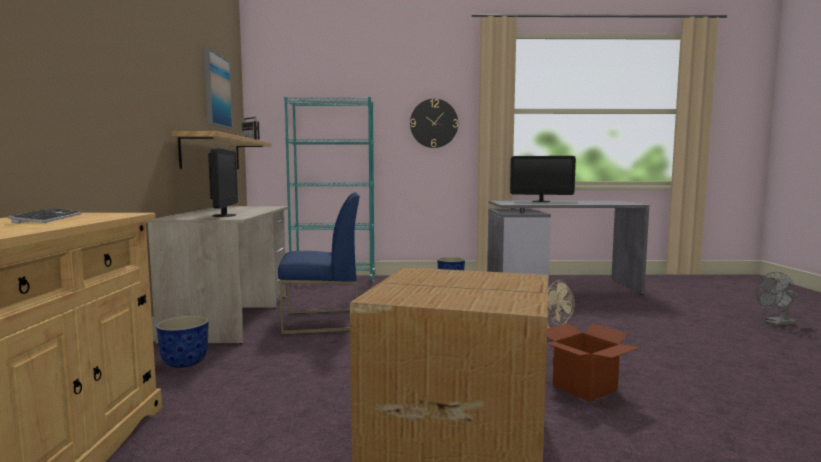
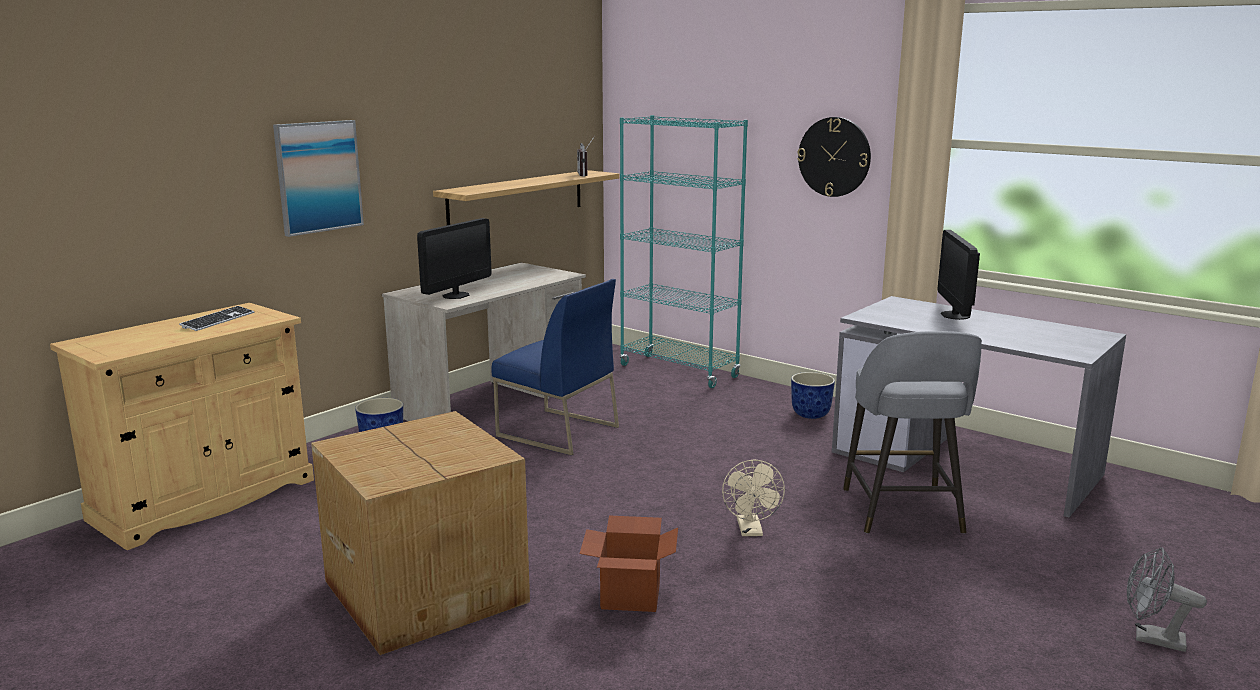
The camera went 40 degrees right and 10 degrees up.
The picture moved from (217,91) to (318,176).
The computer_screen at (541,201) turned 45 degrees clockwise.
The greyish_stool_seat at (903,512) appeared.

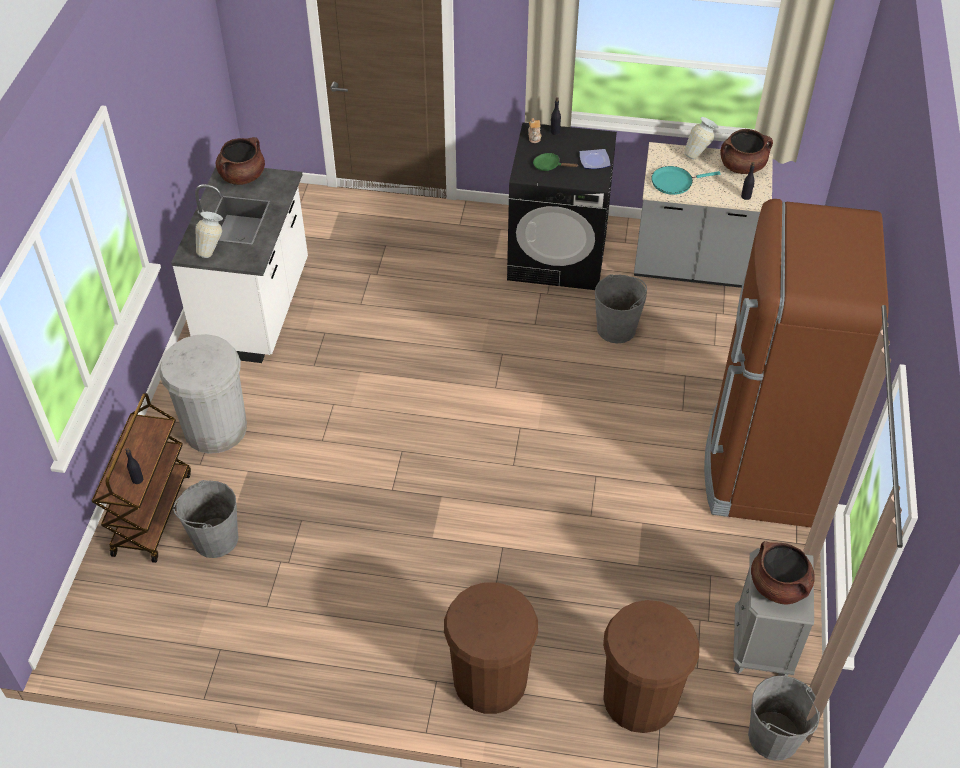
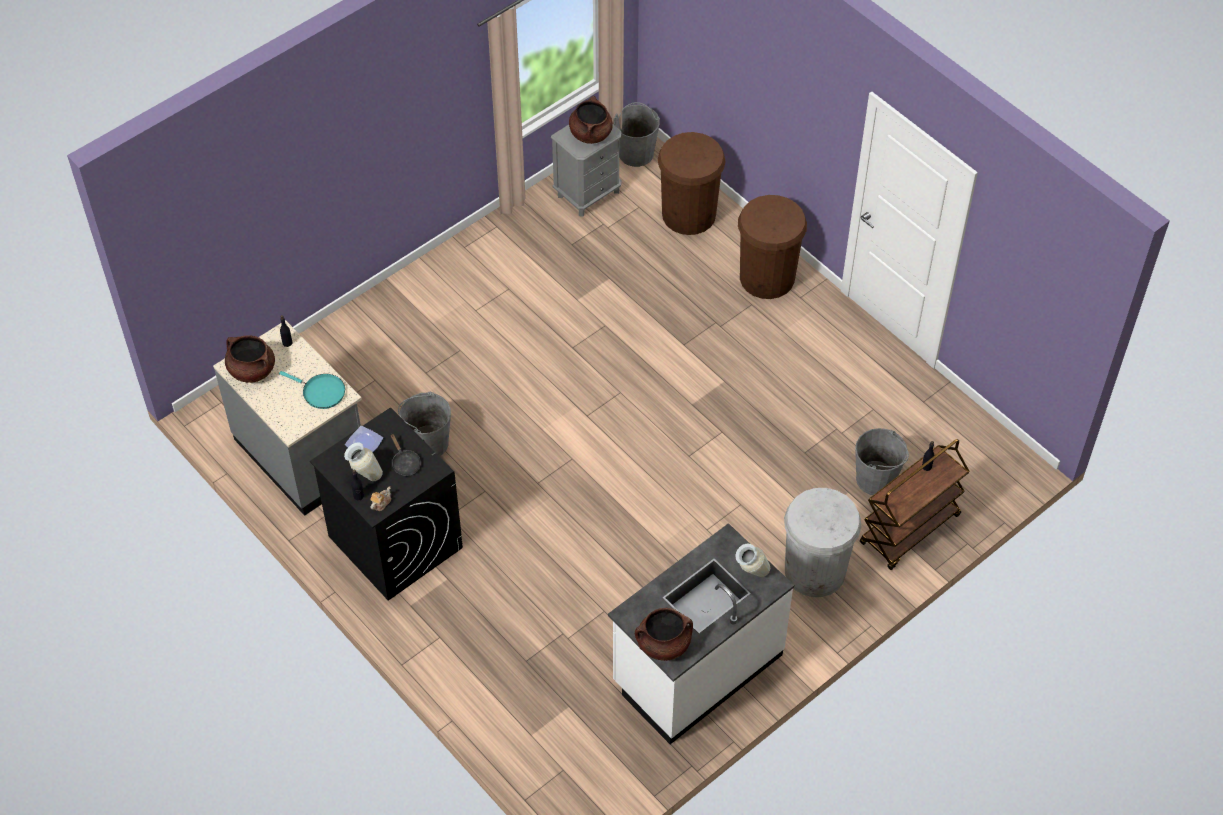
The camera went 140 degrees left and 5 degrees up.
The greenish_frying_pan at (549,166) became the black-coloured_frying_pan at (405,463).
The flower_vase moved from (699,154) to (365,475).
The brown-coloured_fridge at (760,467) disappeared.

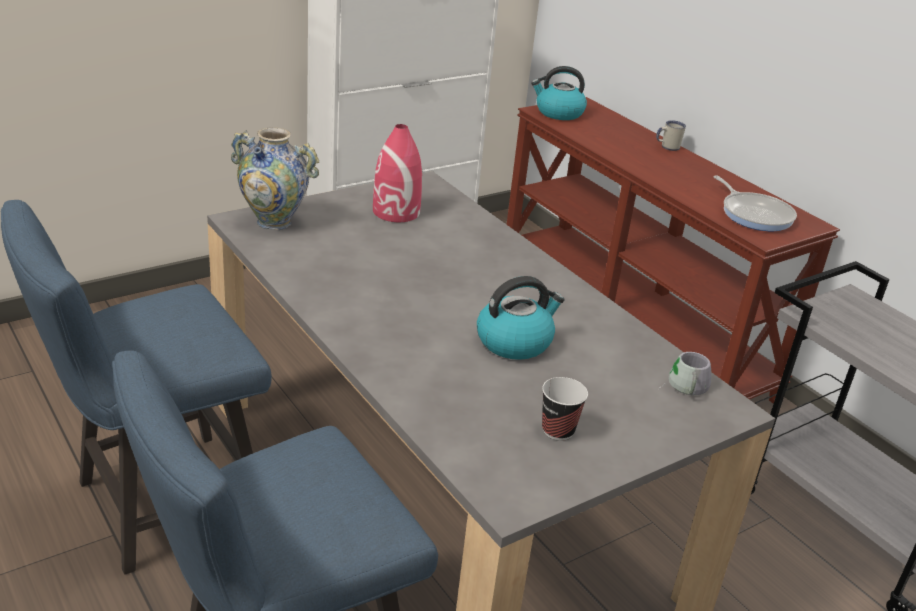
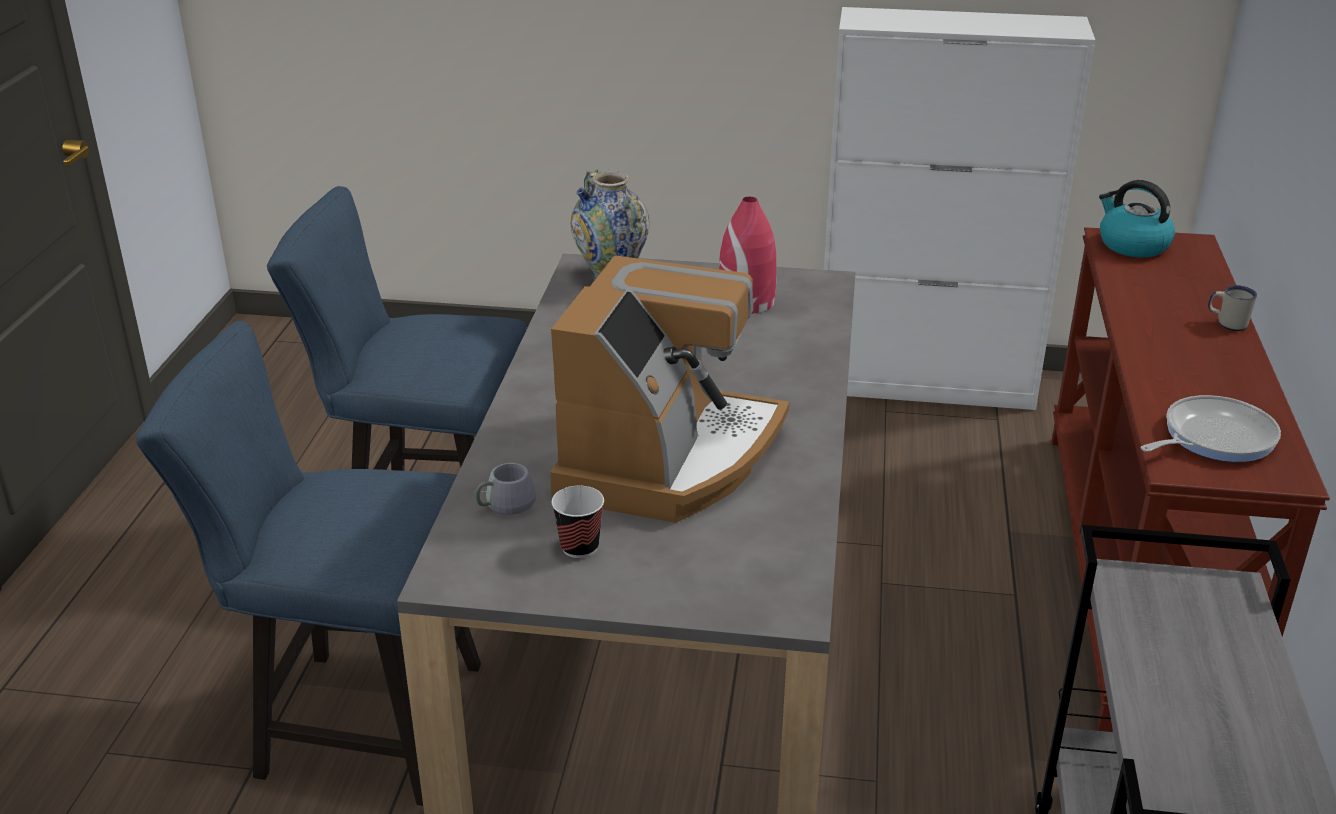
The camera went 45 degrees right and 0 degrees up.
The tea_kettle at (515,341) was replaced by the coffee_maker at (668,458).
The greyish_mug moved from (683,387) to (502,501).
The frying_pan at (754,214) turned 135 degrees counterclockwise.

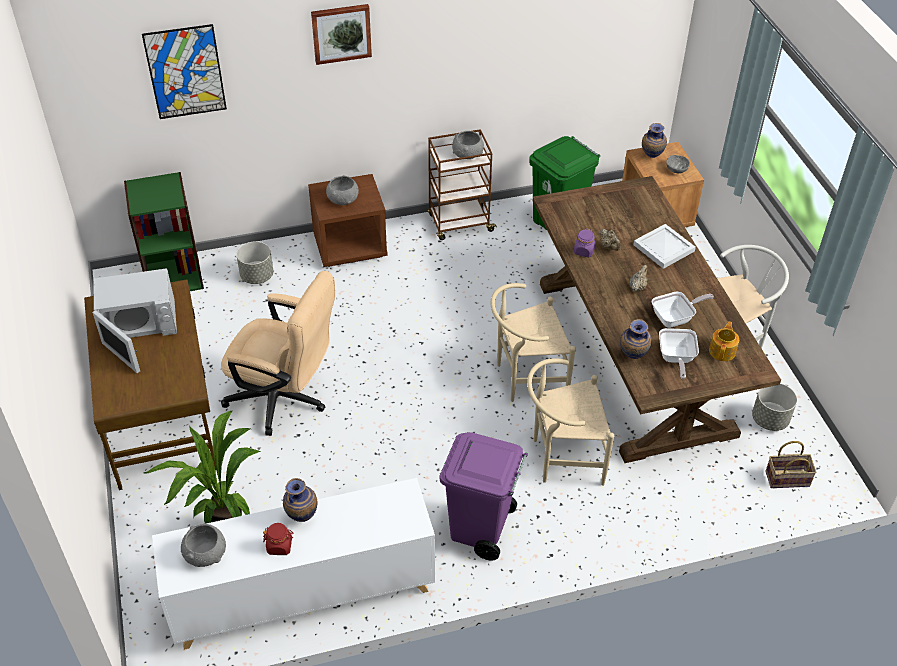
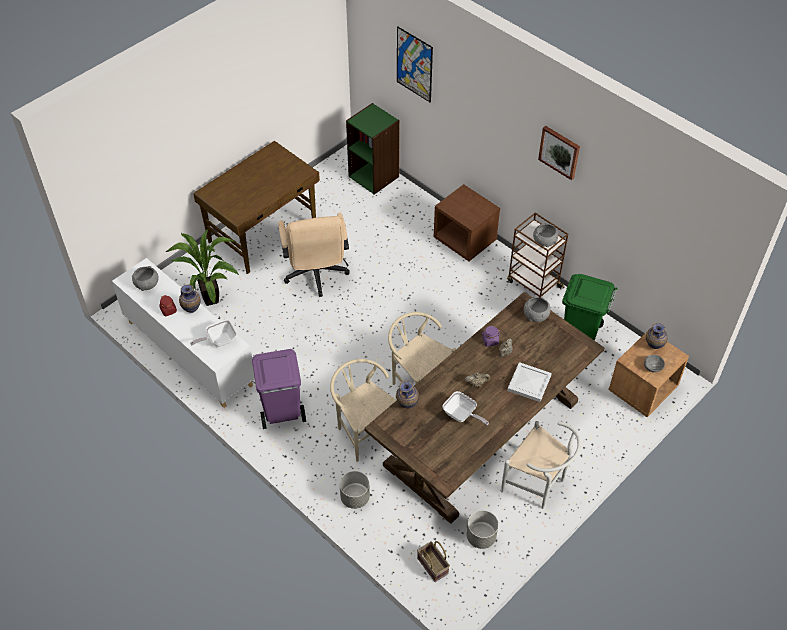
The camera went 60 degrees right and 5 degrees up.
The white_kitchen_microwave at (137,325) disappeared.
The greyish_planter moved from (257,276) to (354,497).
The picture moved from (341,33) to (559,152).
The greyish_serving_bowl moved from (343,199) to (536,315).
The frying_pan moved from (675,359) to (219,341).
The pot_for_tea at (722,351) disappeared.

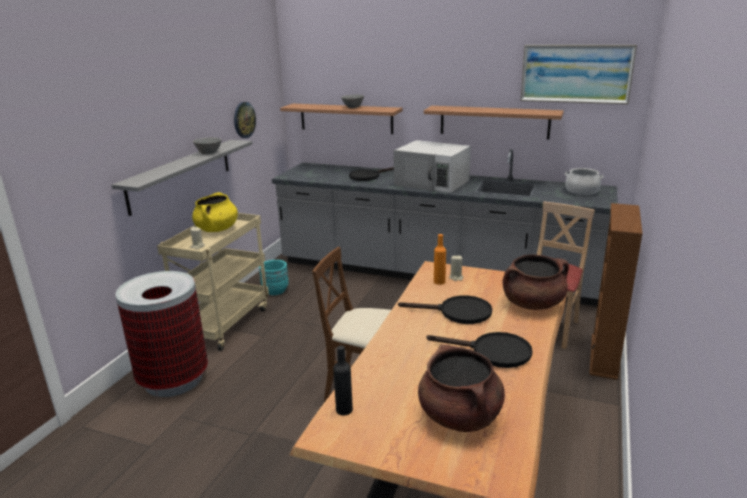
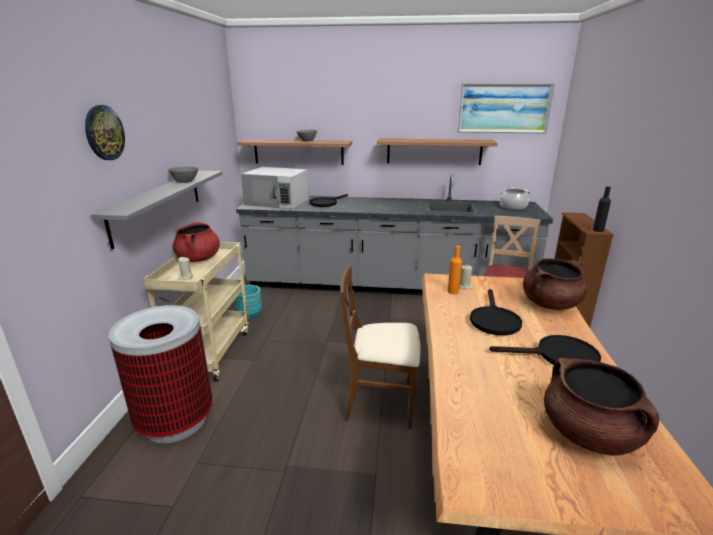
The camera went 15 degrees left and 0 degrees up.
The yellow_saucepot at (217,229) became the reddish_saucepot at (198,259).
The wall_clock moved from (244,120) to (104,133).
The black-coloured_drink_bottle moved from (344,409) to (598,230).
The white_kitchen_microwave moved from (432,182) to (278,201).
The black-coloured_frying_pan at (457,313) turned 105 degrees clockwise.

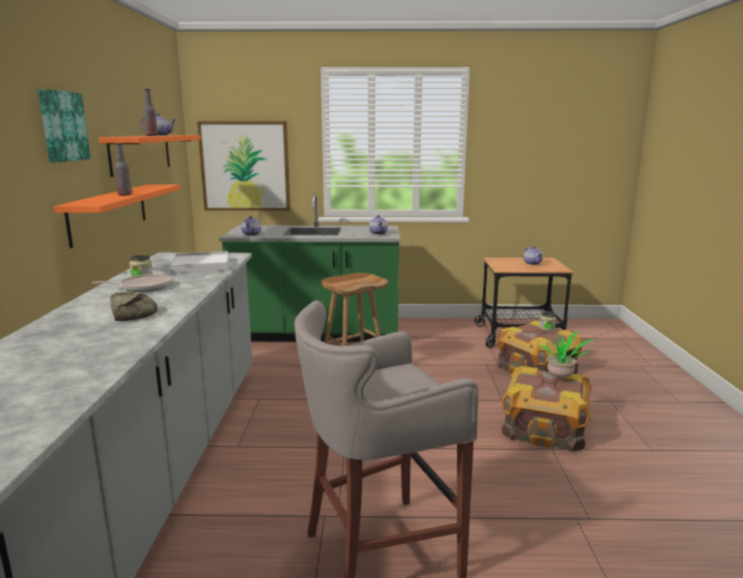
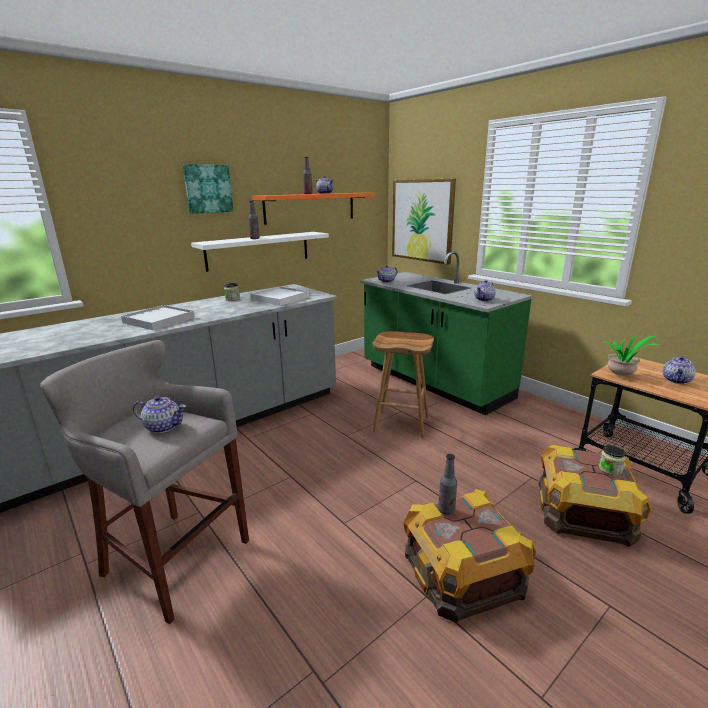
The camera went 50 degrees right and 5 degrees up.
The orangey_shelf at (109,213) became the white_shelf at (258,250).
The frying_pan at (142,287) disappeared.
The baked_bread at (132,313) was replaced by the white_carrying_tray at (159,320).
The plant_in_a_pot moved from (562,377) to (622,376).
The pot_for_tea at (163,427) appeared.
The drink_bottle at (446,510) appeared.

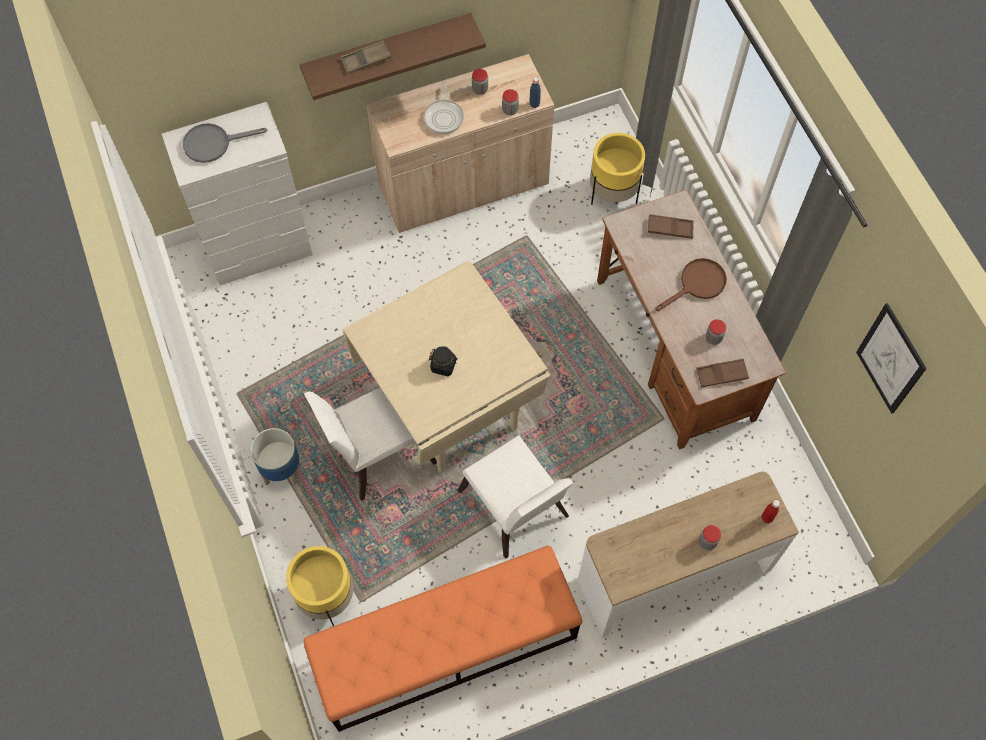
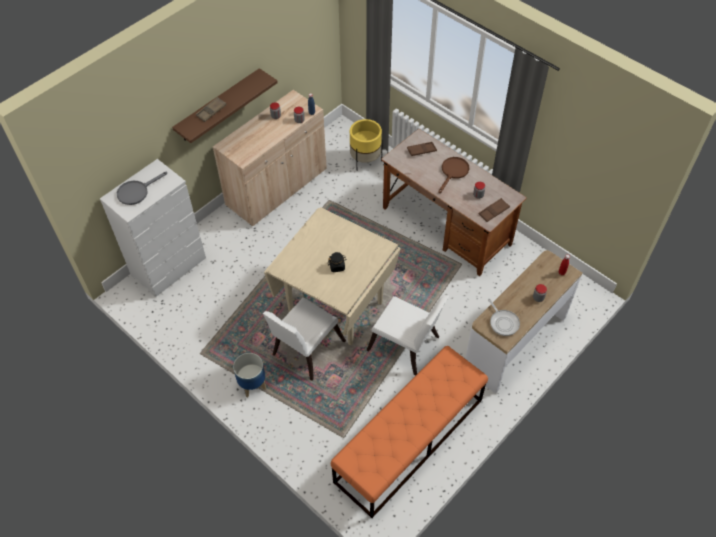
The camera went 25 degrees left and 10 degrees down.
The yellow_planter at (326,597) disappeared.
The frying_pan moved from (444,116) to (503,322).
The picture at (890,359) disappeared.

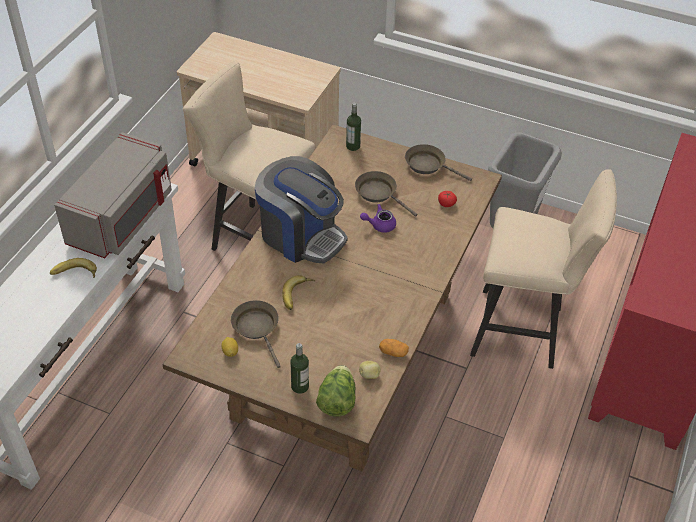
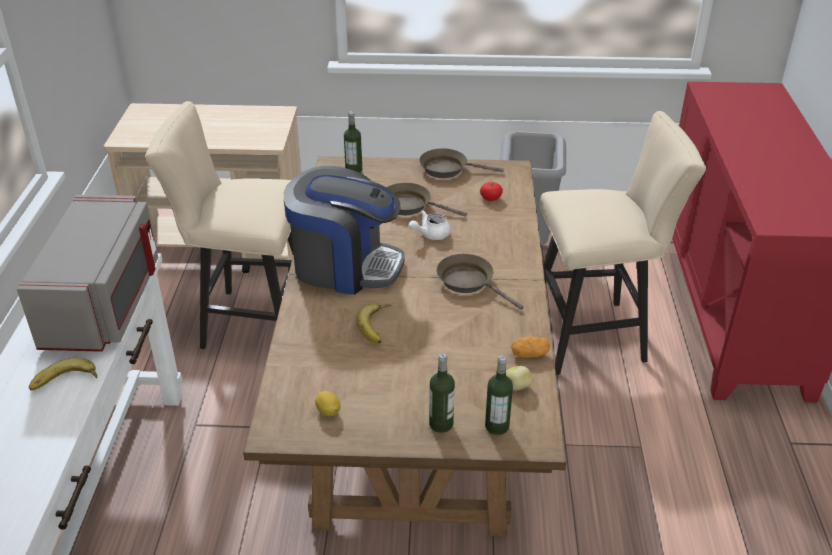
The camera went 20 degrees left and 10 degrees down.
The brown-coloured_frying_pan moved from (257,328) to (469,282).
The head_of_lettuce at (337,401) was replaced by the drink_bottle at (497,426).
The purple-coloured_pot_for_tea at (379,225) became the white_pot_for_tea at (430,234).

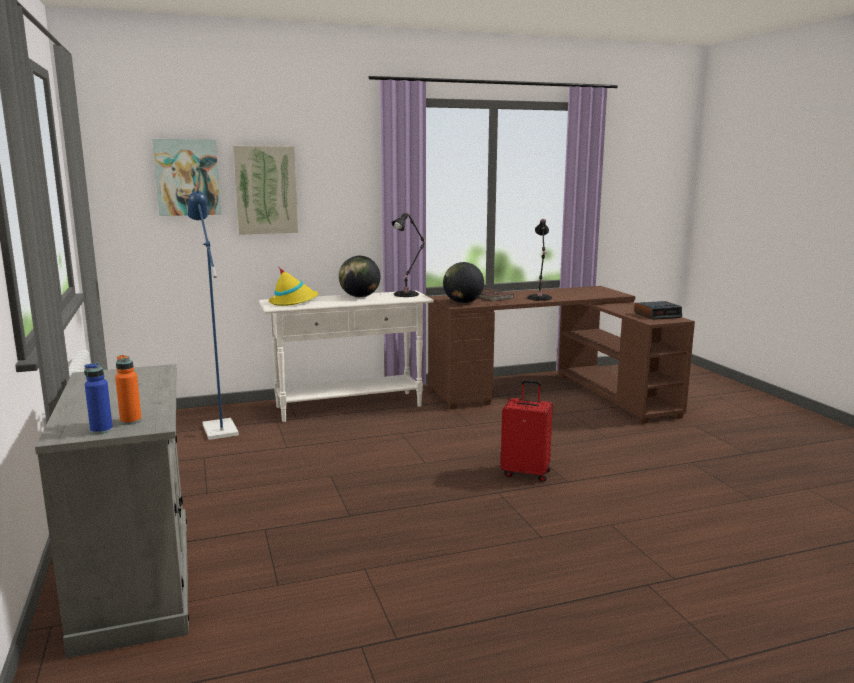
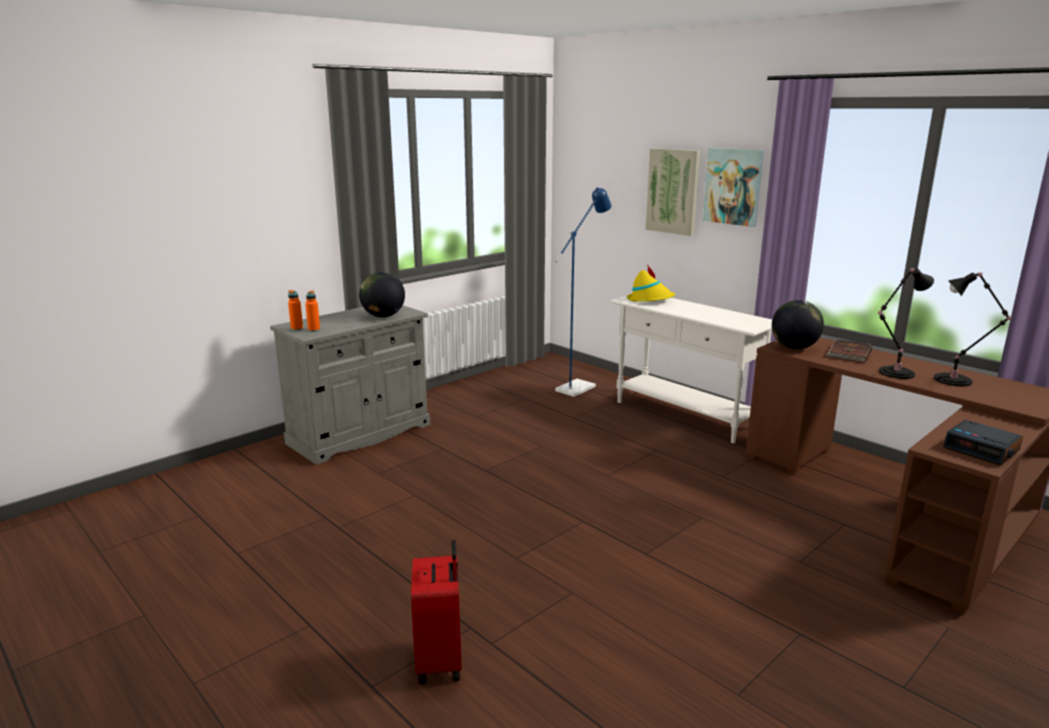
The camera went 65 degrees right and 5 degrees up.
The blue-coloured_drink_bottle at (101,430) became the orangey_drink_bottle at (297,329).
The picture moved from (187,177) to (733,186).
The globe moved from (360,297) to (383,316).
The black-coloured_tabletop_lamp moved from (407,294) to (956,380).
The reddish_travel_case moved from (526,473) to (441,661).

